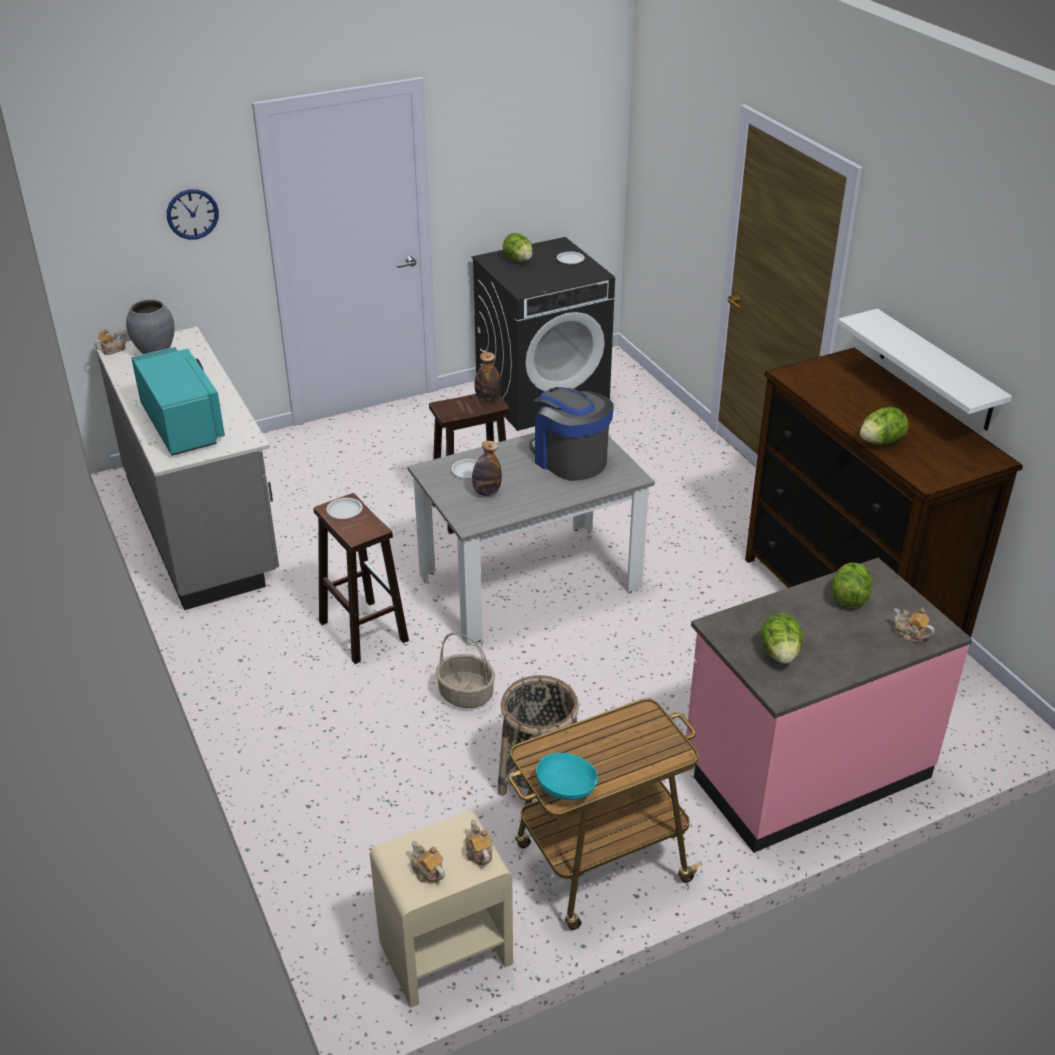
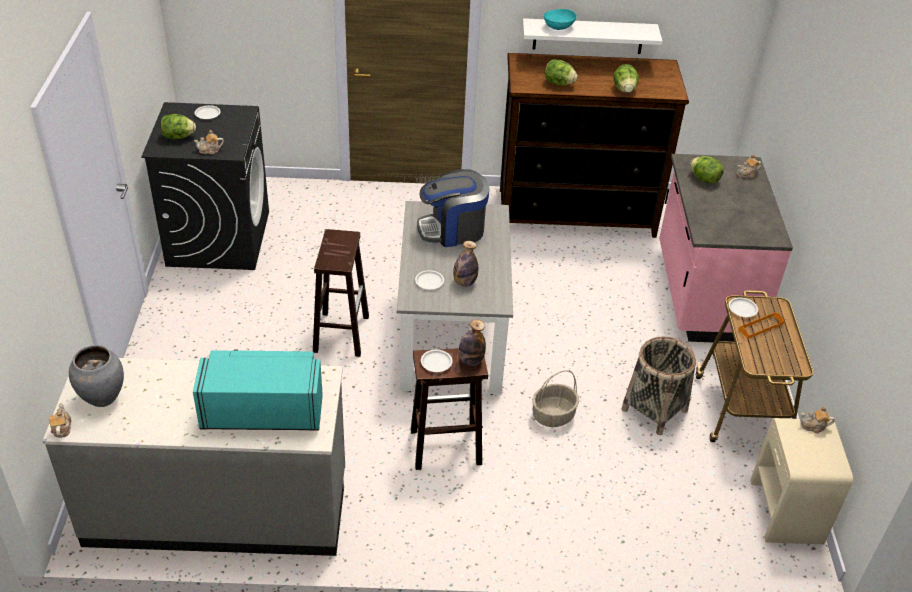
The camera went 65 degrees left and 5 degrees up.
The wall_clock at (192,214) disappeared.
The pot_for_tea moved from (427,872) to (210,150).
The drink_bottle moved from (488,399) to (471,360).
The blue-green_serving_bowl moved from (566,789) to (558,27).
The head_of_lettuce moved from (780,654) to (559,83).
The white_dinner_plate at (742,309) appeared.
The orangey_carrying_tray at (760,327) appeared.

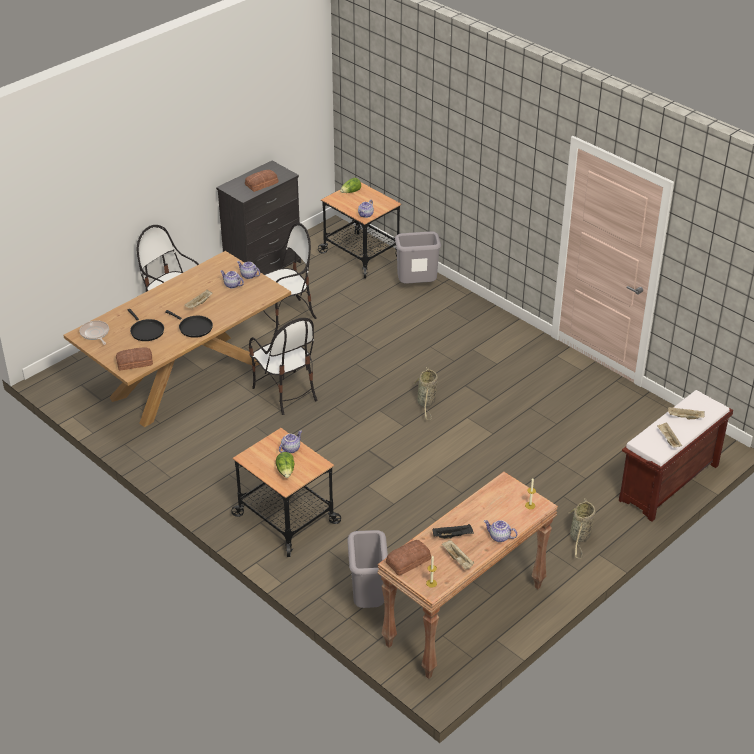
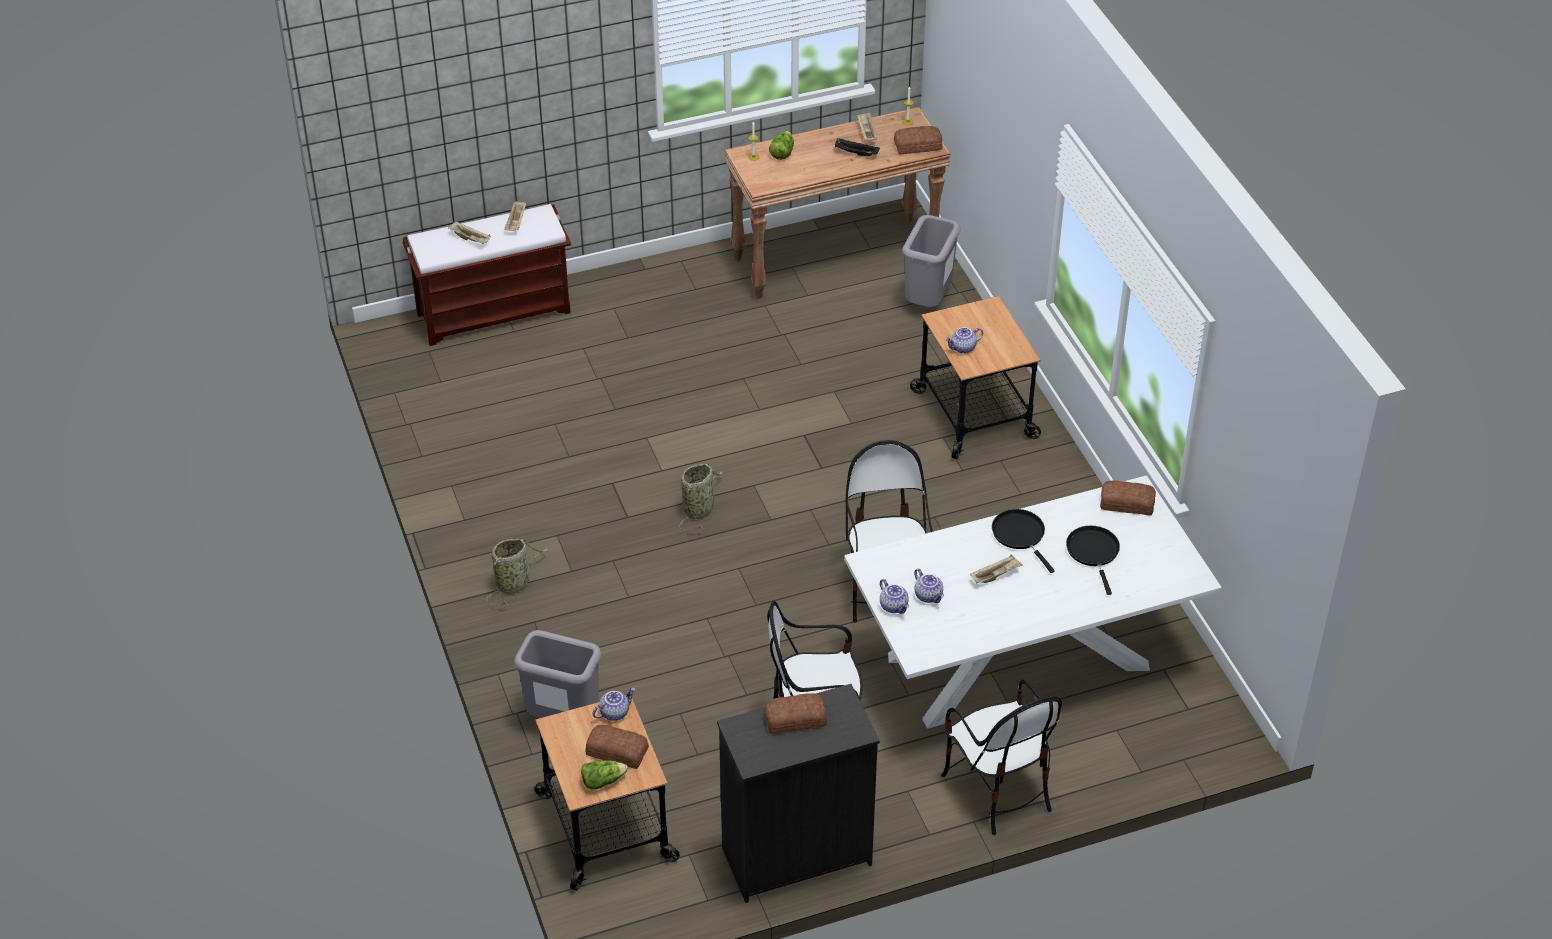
The camera went 155 degrees left and 5 degrees up.
The brown-coloured_kitchen_table at (187,379) became the white_kitchen_table at (1021,662).
The frying_pan at (95,334) disappeared.
The head_of_lettuce moved from (286,471) to (782,152).
The pot_for_tea at (499,537) disappeared.
The basket moved from (580,537) to (514,583).
The baked_bread at (617,750) appeared.

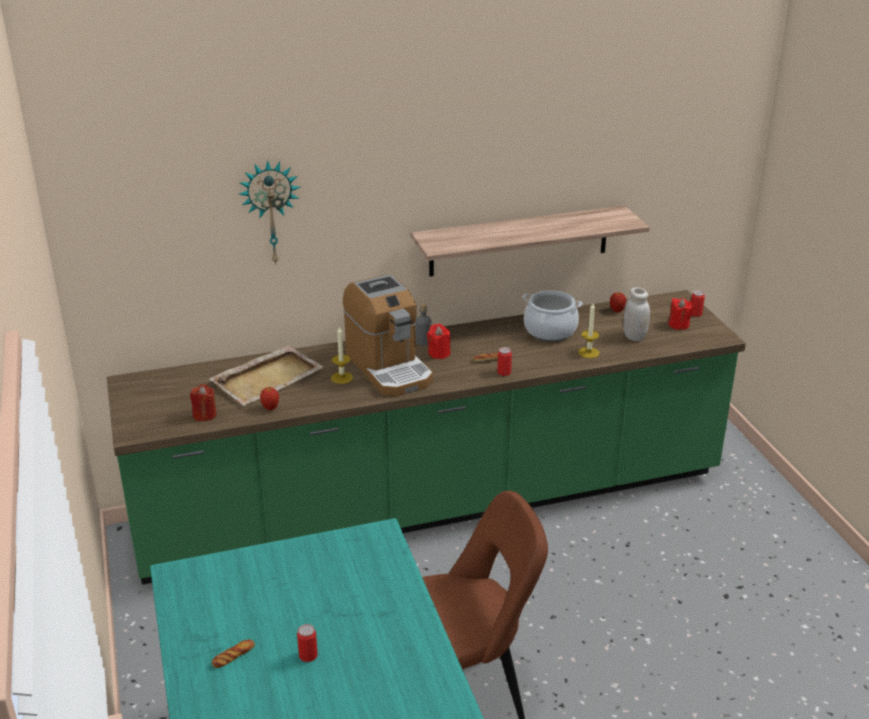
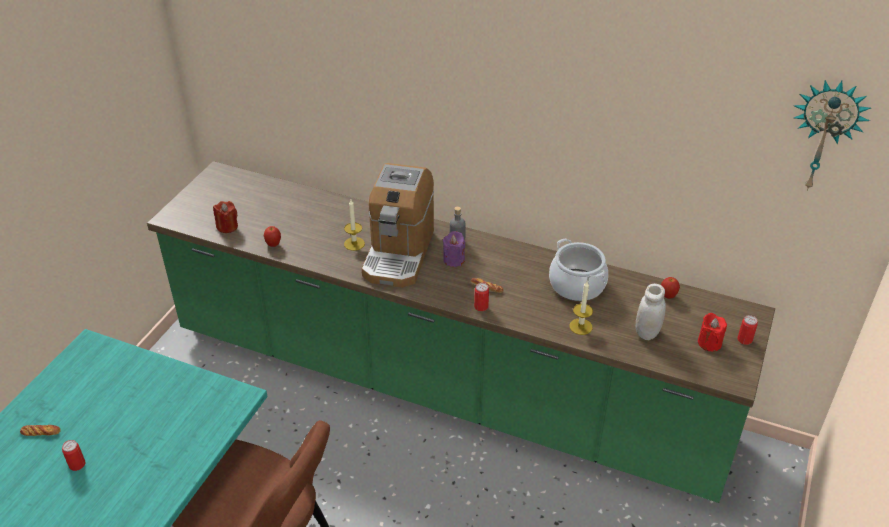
The camera went 40 degrees right and 10 degrees up.
The sand-coloured_carrying_tray at (268,378) disappeared.
The wall_clock moved from (270,212) to (824,135).
The shelf at (519,241) disappeared.
The reddish_wax_light at (438,353) became the purple-coloured_wax_light at (453,260).

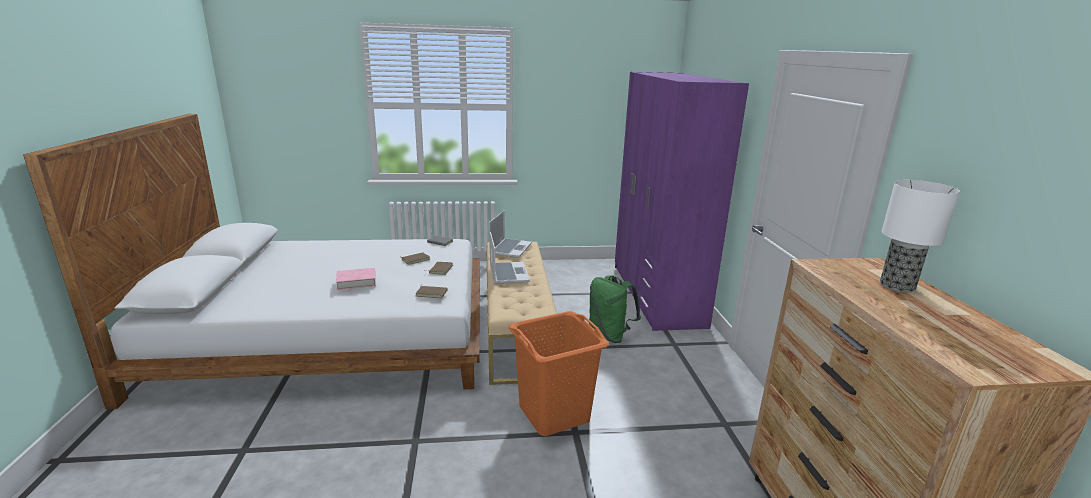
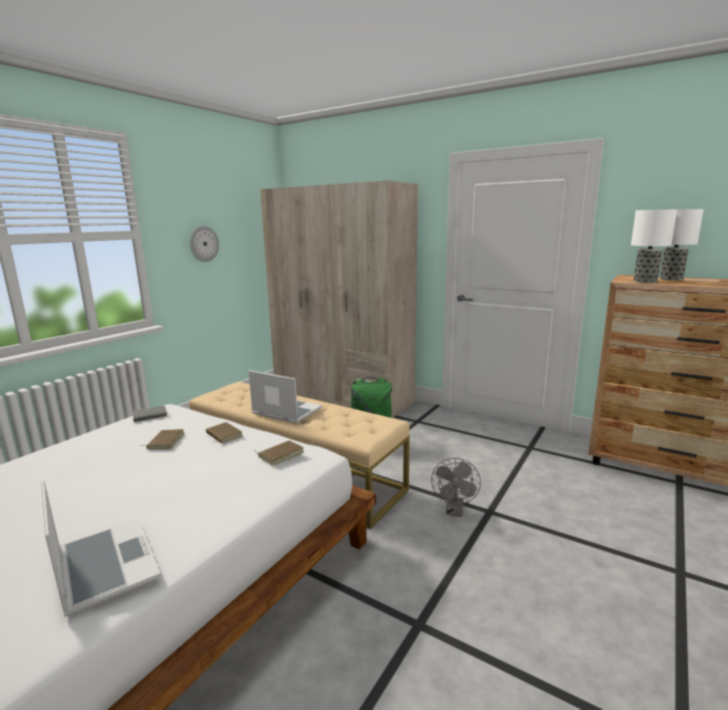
The camera went 50 degrees left and 5 degrees down.
The pinkish_volume at (356,282) disappeared.
The portable_computer moved from (510,249) to (104,566).
The orangey_washing_basket at (554,414) was replaced by the greyish_cooling_fan at (455,511).
The purple-coloured_armoire at (656,294) became the sand-coloured_armoire at (343,397).
The wall_clock at (204,243) appeared.
The tabletop_lamp at (644,281) appeared.

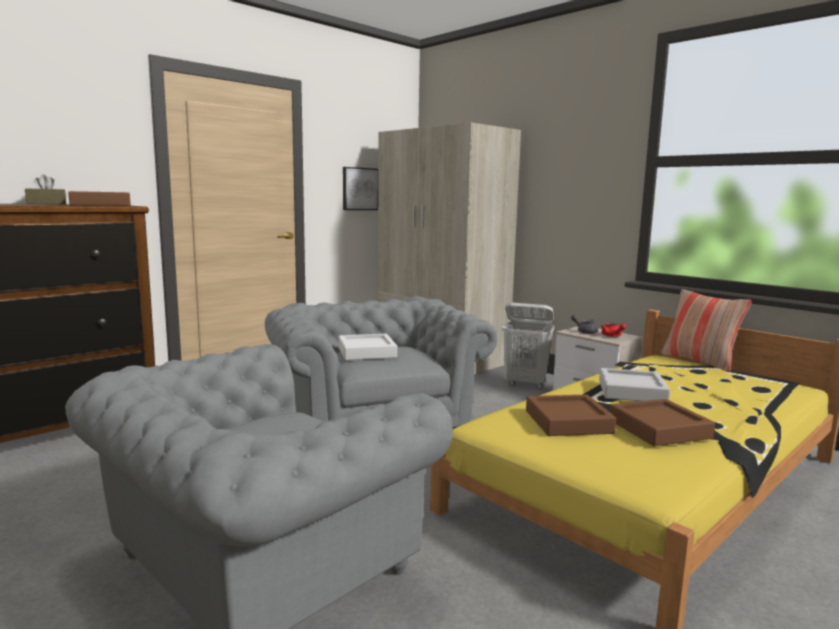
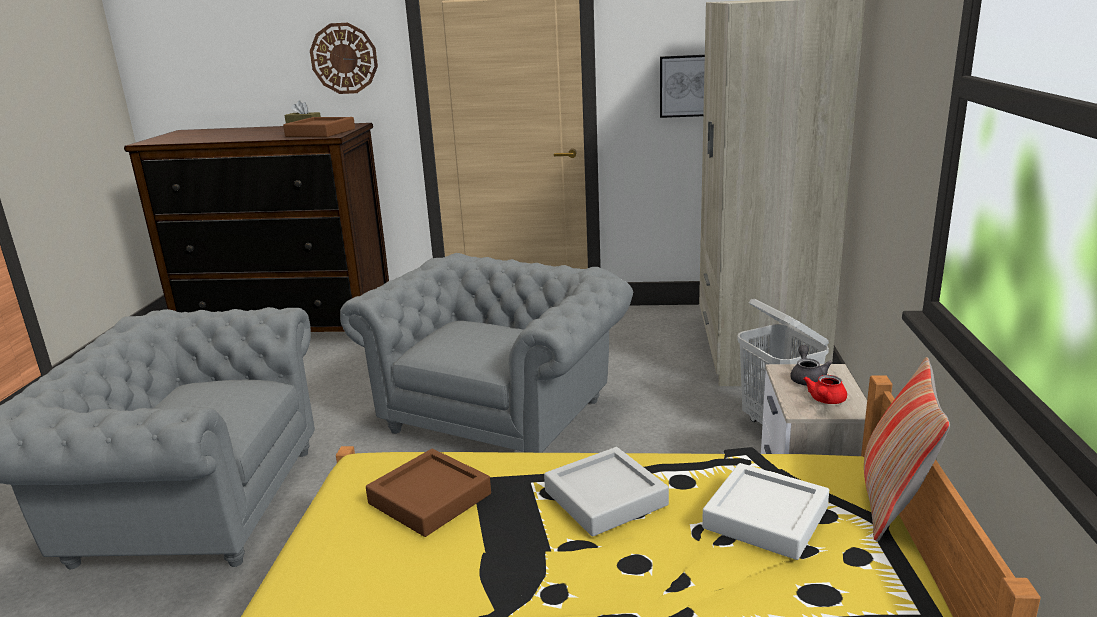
The camera went 50 degrees right and 10 degrees up.
The white_carrying_tray moved from (367,352) to (765,518).
The brown-coloured_carrying_tray at (659,429) disappeared.
The wall_clock at (344,58) appeared.

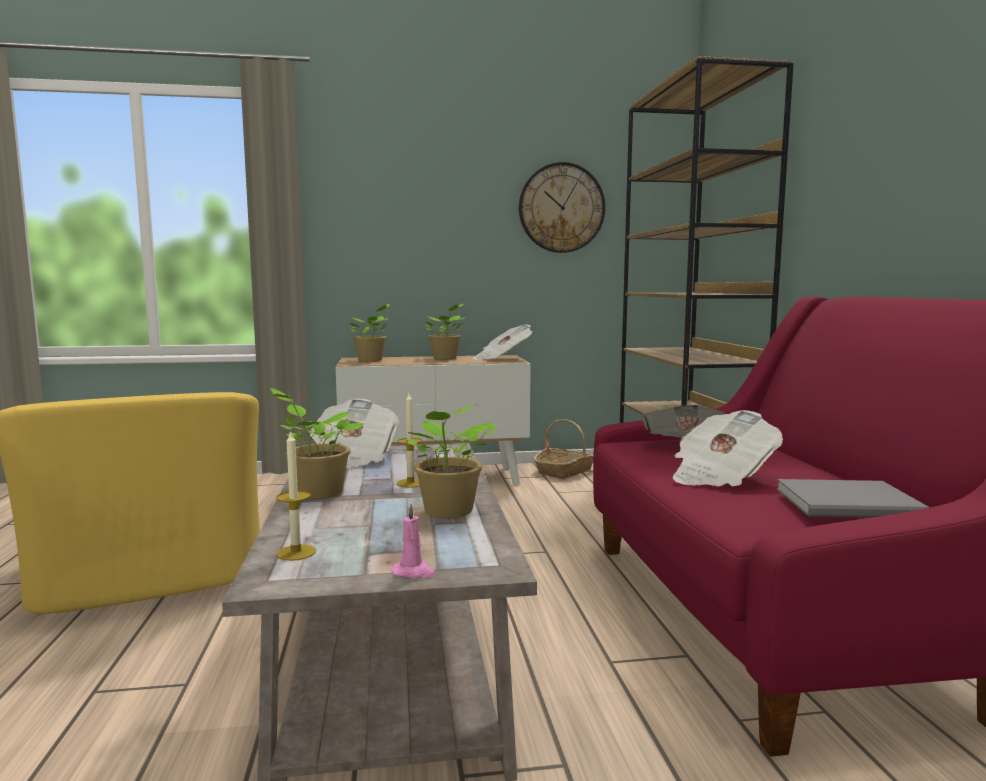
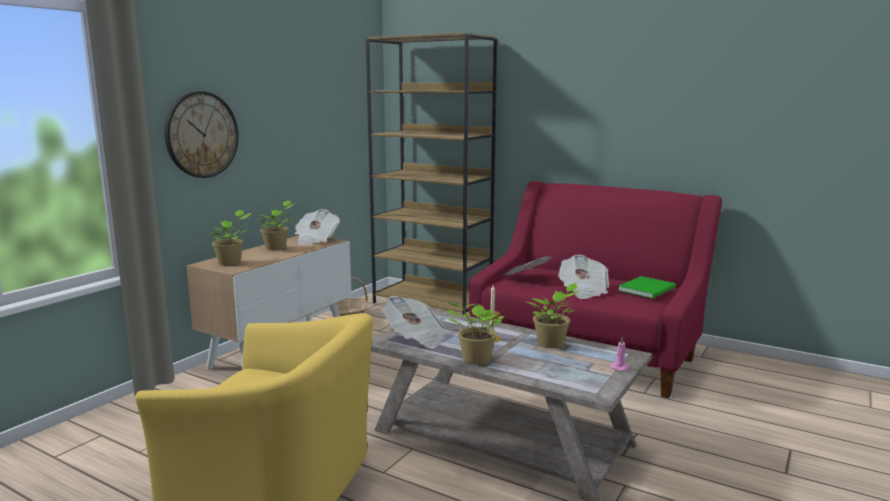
The camera went 50 degrees left and 5 degrees up.
The wax_light at (296,552) disappeared.
The wall_clock moved from (561,208) to (201,135).
The greyish_volume at (852,504) became the greenish_volume at (648,289).

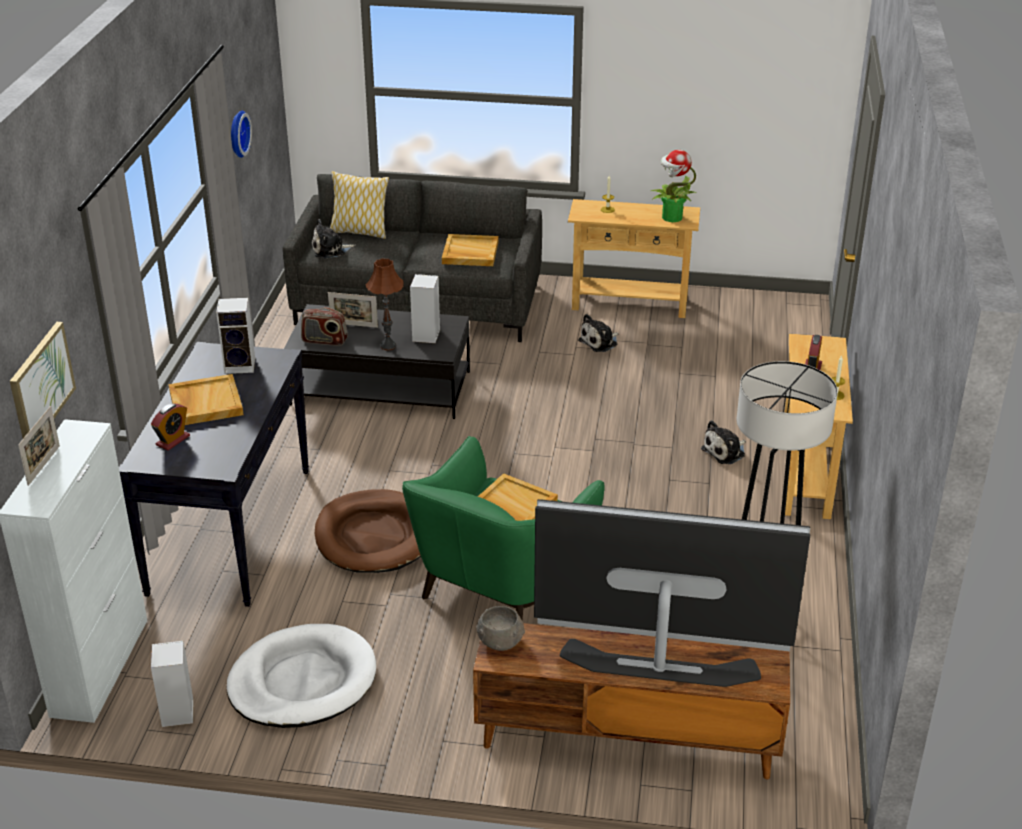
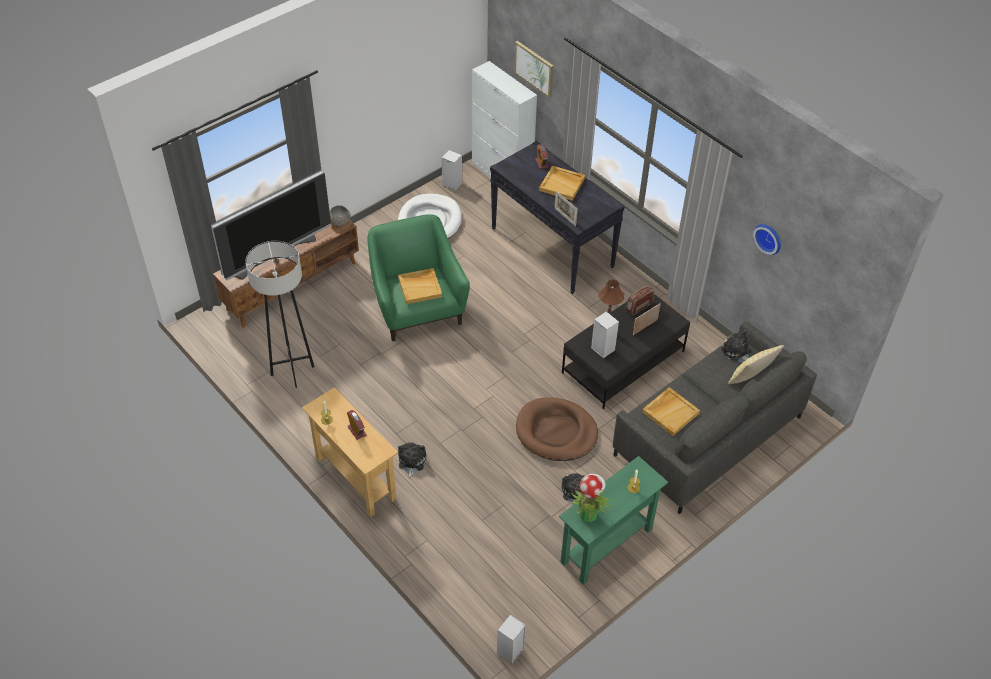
The camera went 130 degrees right and 15 degrees up.
The standing_frame moved from (43,465) to (565,217).
The speaker moved from (241,365) to (510,652).
The cuddly_toy at (330,250) turned 60 degrees counterclockwise.
The brown-coloured_pet_bed moved from (374,536) to (556,432).
The sand-coloured_console_table at (629,304) became the greenish_console_table at (606,545).

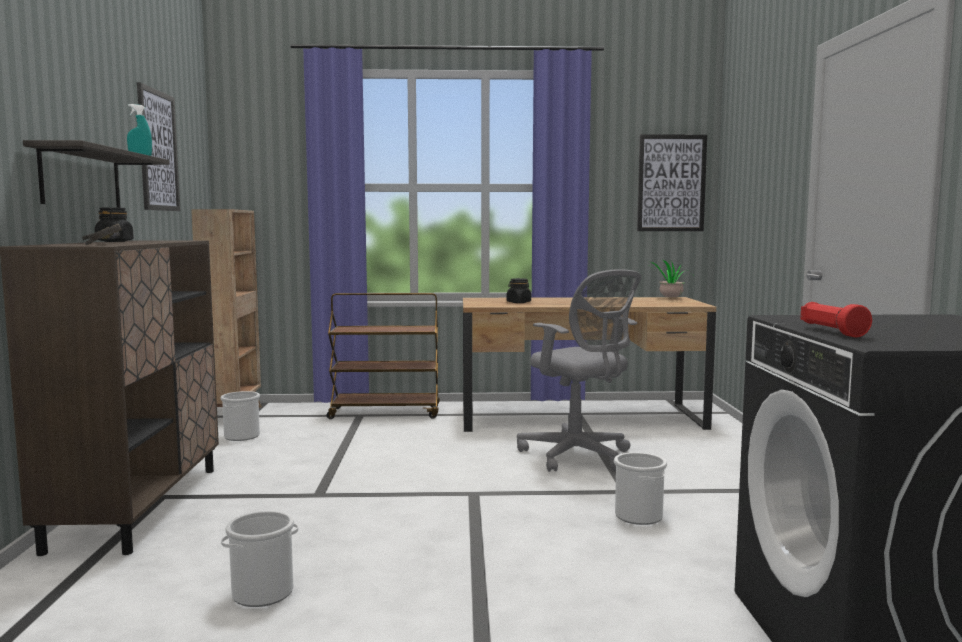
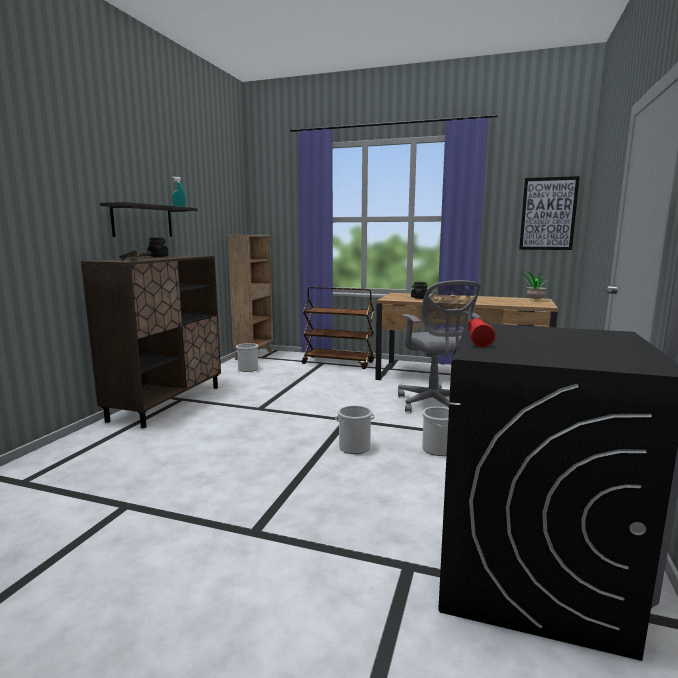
The camera went 20 degrees right and 5 degrees up.
The picture at (158,151) disappeared.
The water_bucket moved from (262,593) to (354,447).

